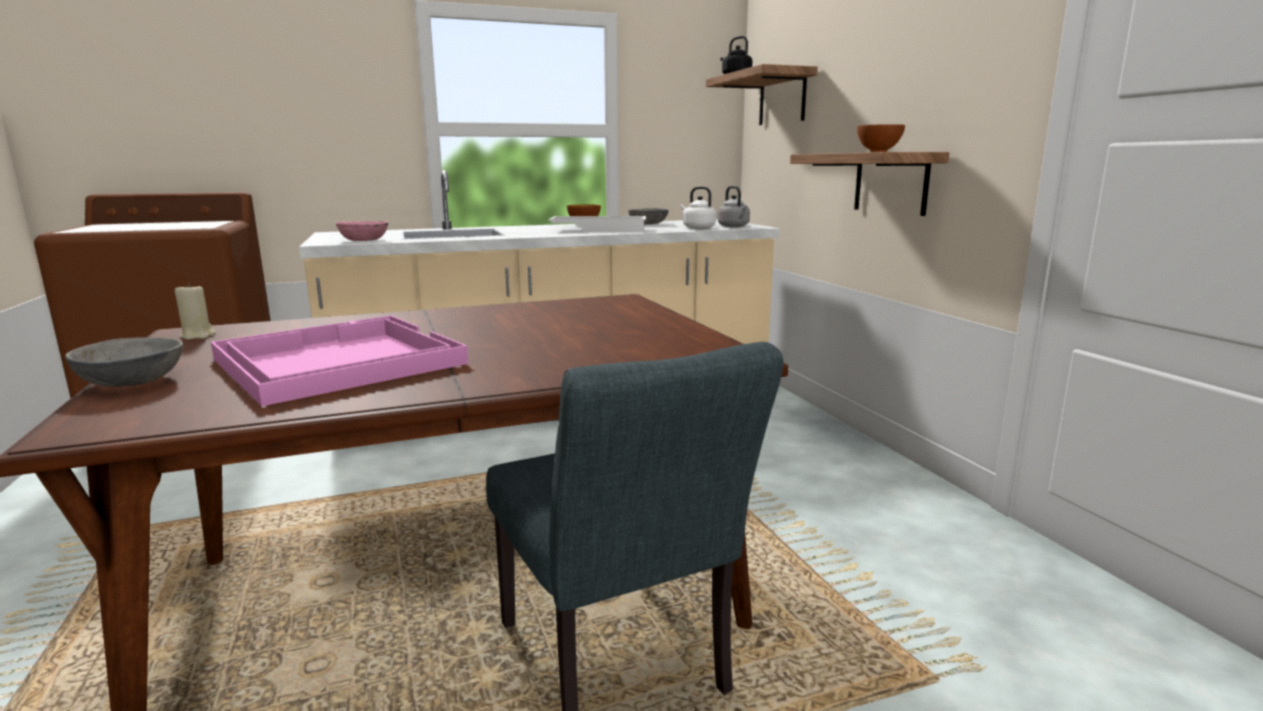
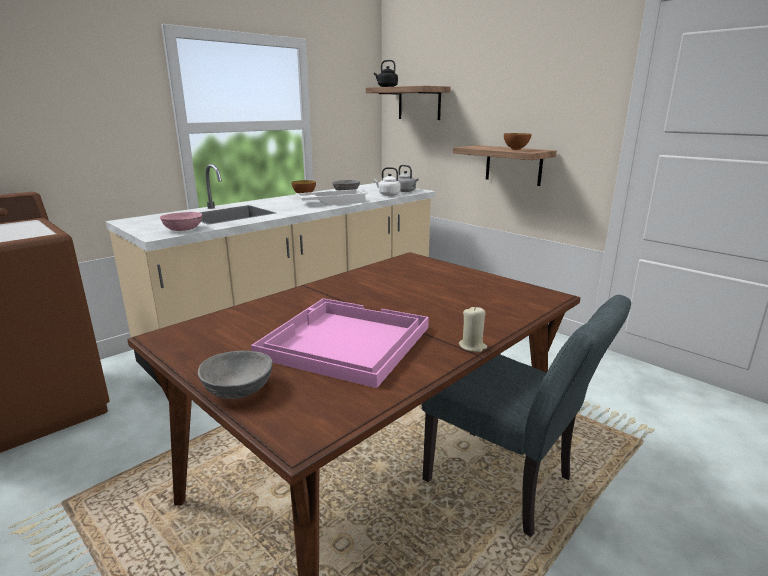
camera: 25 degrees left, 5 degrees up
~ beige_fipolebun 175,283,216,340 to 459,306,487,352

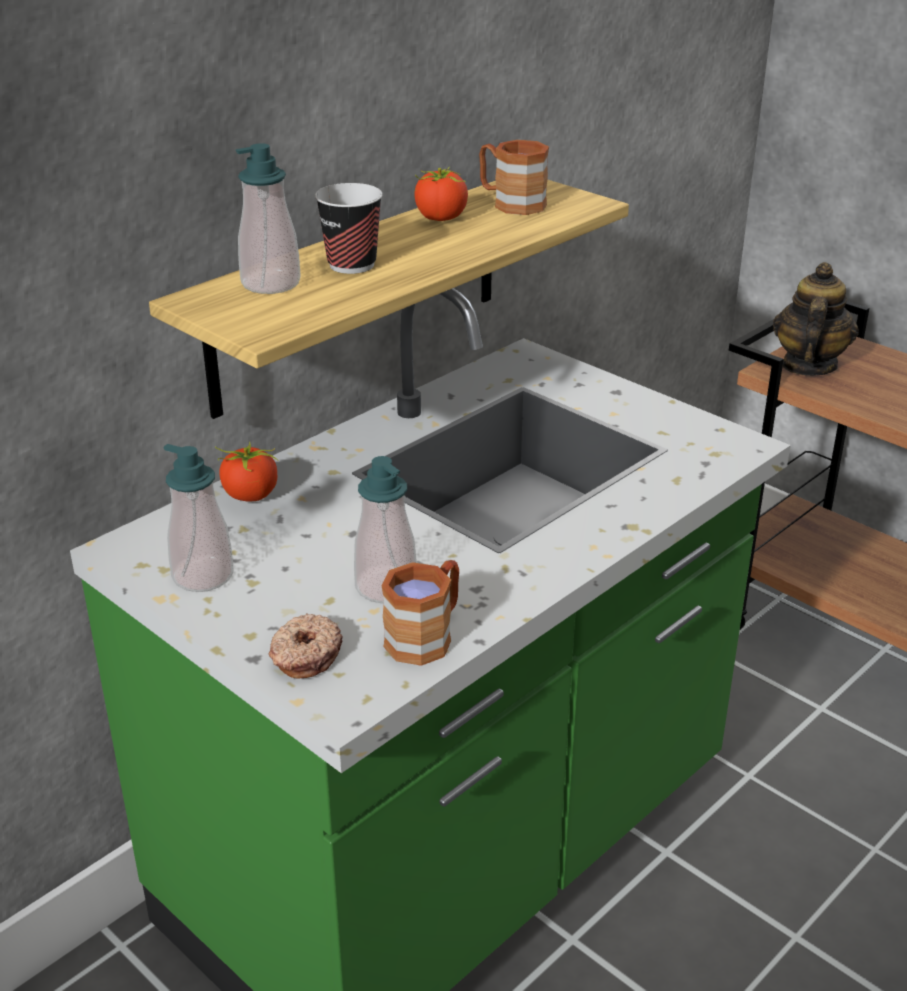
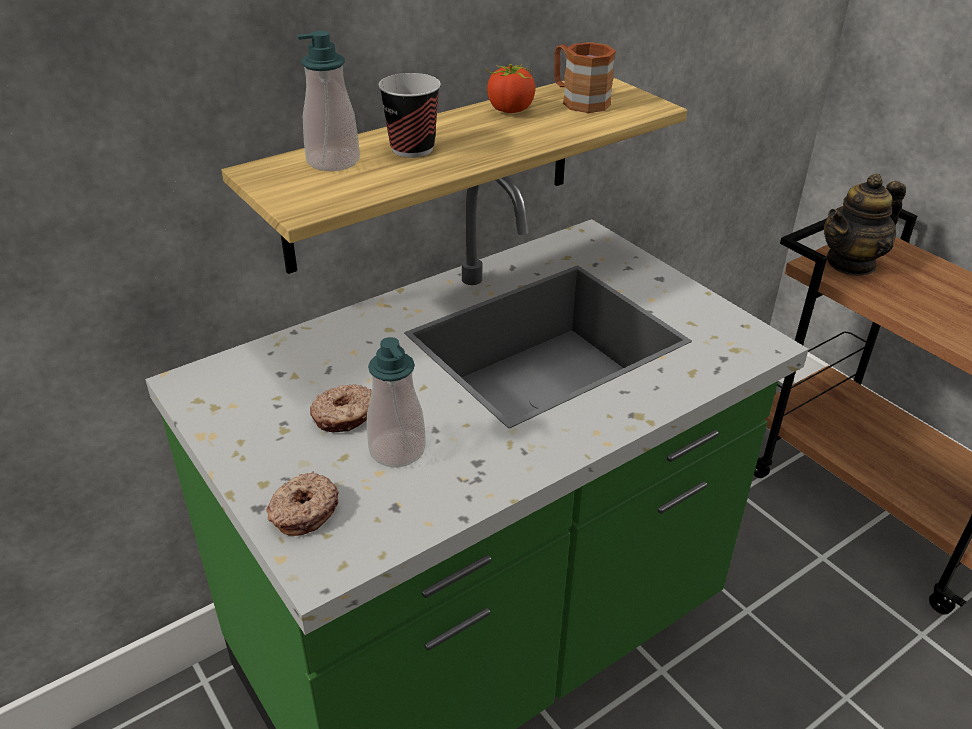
camera: 10 degrees right, 5 degrees up
- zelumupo 163,444,233,592
- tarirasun 215,442,279,502
- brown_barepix 381,560,459,666
+ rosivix 310,384,372,432
~ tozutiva 773,262,859,376 = 824,174,906,276 150 degrees counterclockwise

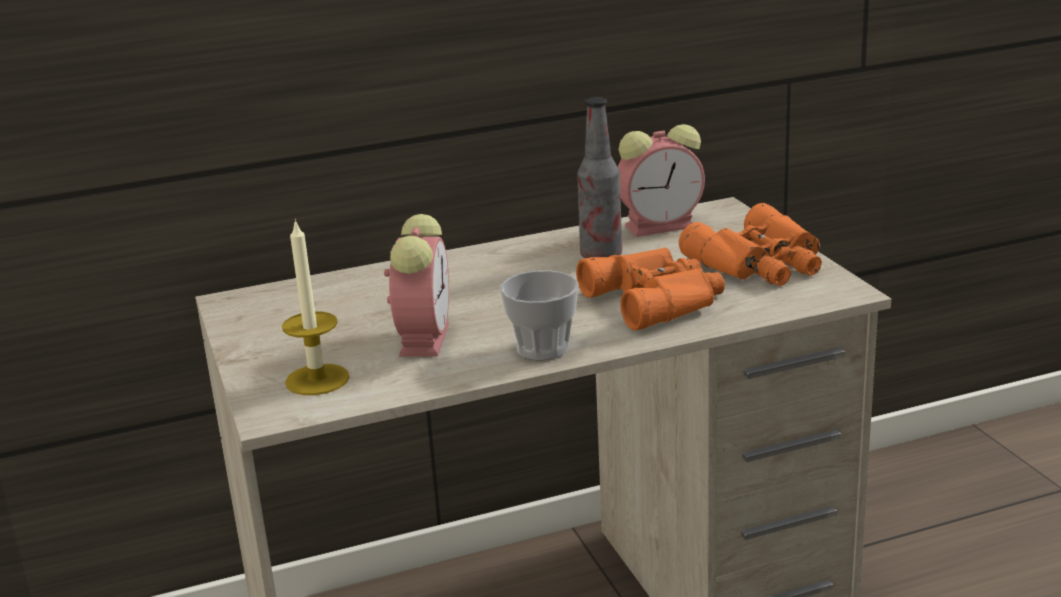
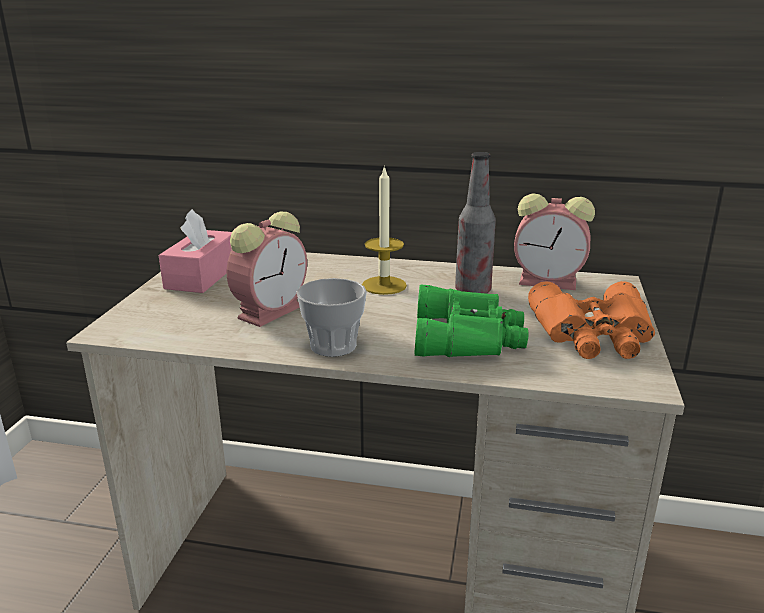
camera: 30 degrees right, 0 degrees up
+ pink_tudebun 158,209,232,293
~ fipolebun 282,219,350,395 to 362,165,407,295
~ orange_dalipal 576,247,725,331 to green_dalipal 414,284,529,357

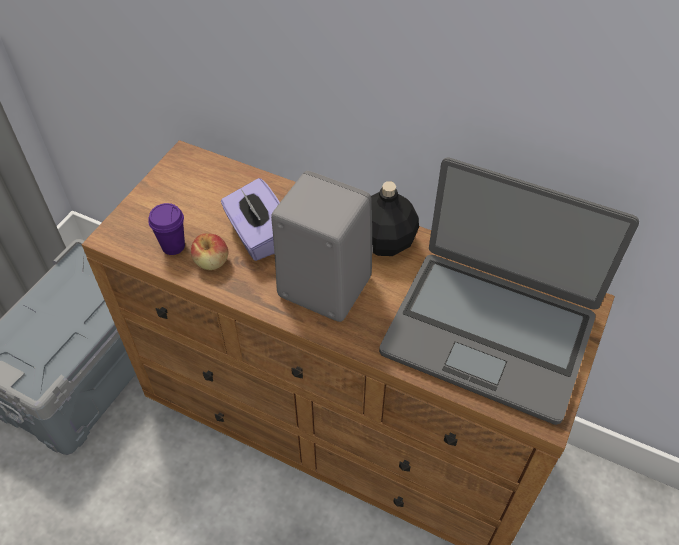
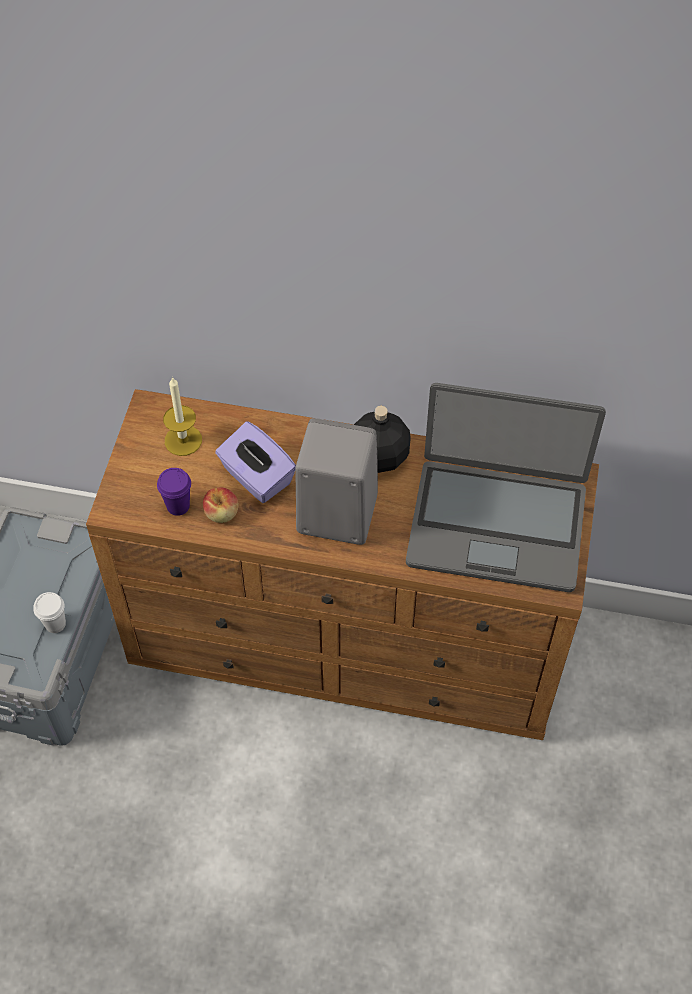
camera: 15 degrees left, 5 degrees up
+ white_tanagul 33,592,66,633
+ fipolebun 163,377,202,456

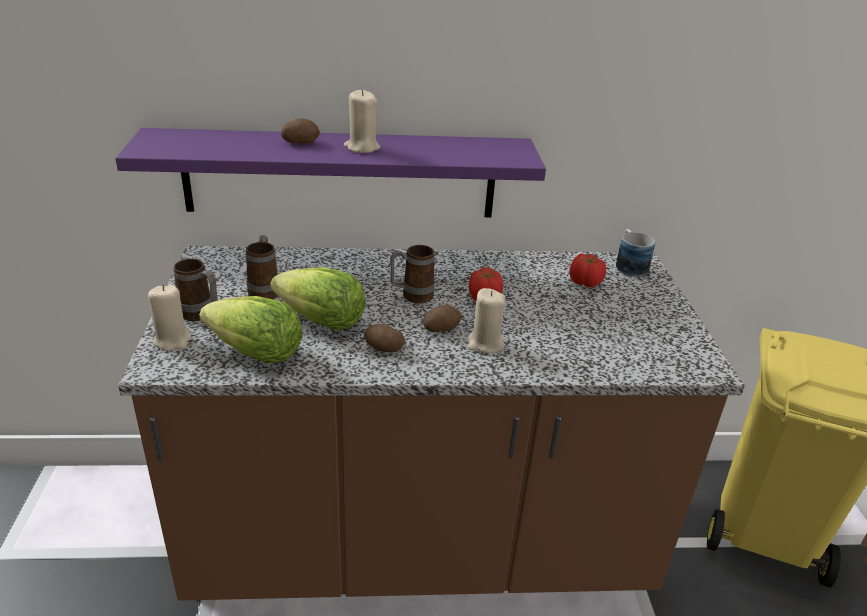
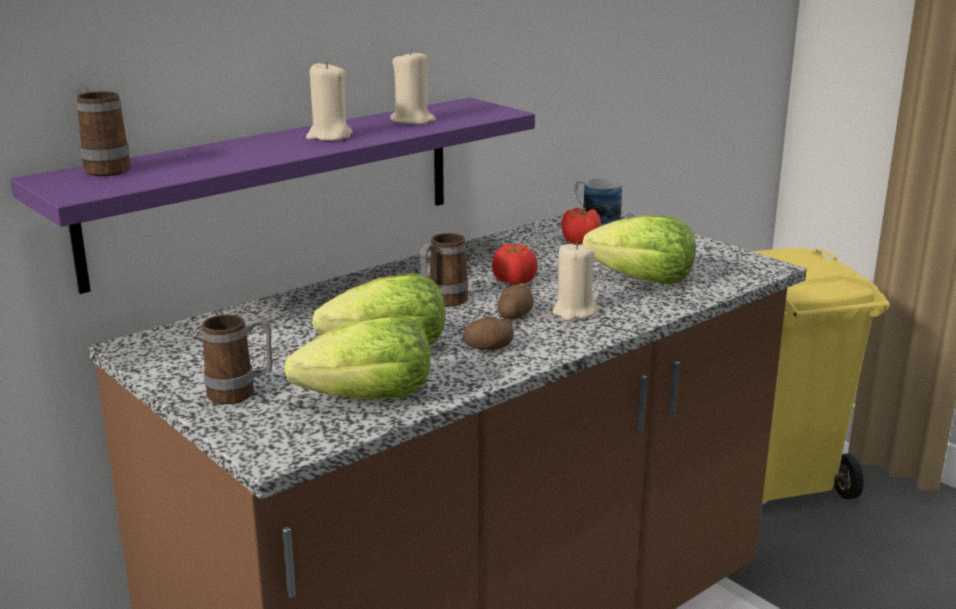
camera: 35 degrees left, 10 degrees down
- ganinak 281,118,320,144
+ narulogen 582,216,696,284
~ beige_fipolebun 148,285,192,351 to 390,49,436,125
~ barepix 246,235,278,299 to 77,87,131,176

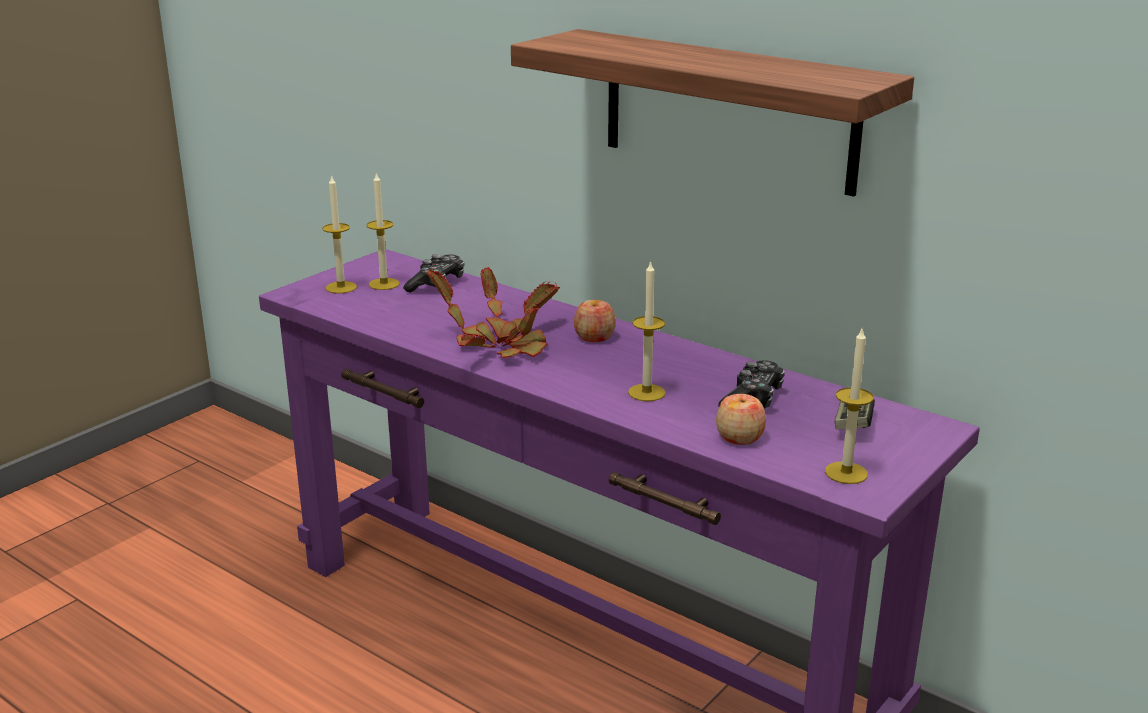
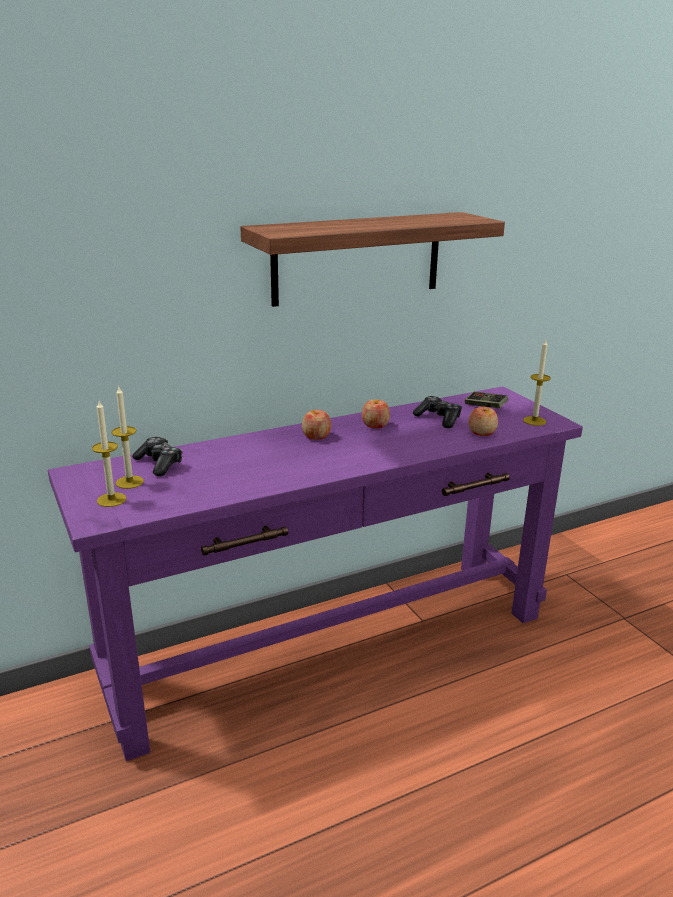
camera: 65 degrees left, 0 degrees up
- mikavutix 426,267,560,358
- fipolebun 628,260,666,401
+ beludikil 362,400,390,428

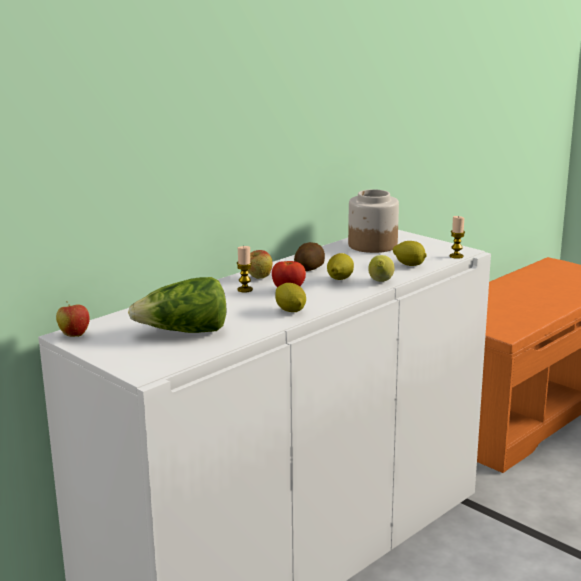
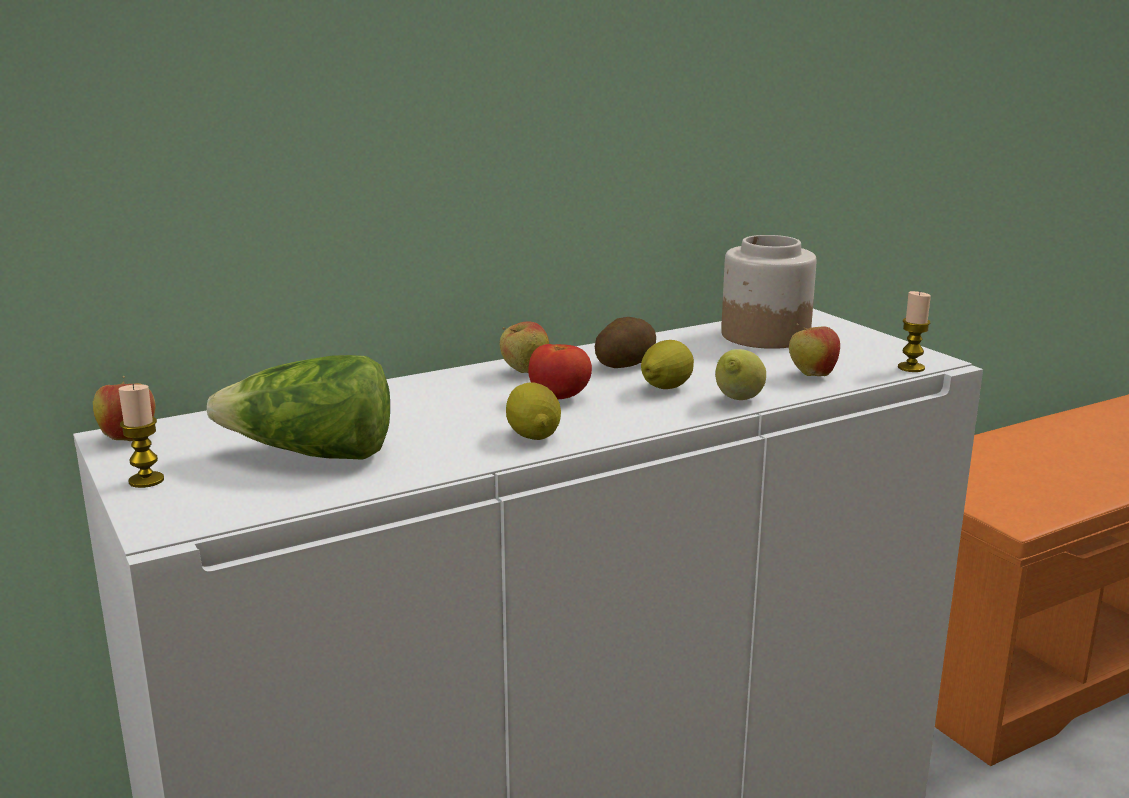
camera: 15 degrees right, 0 degrees up
~ fipolebun 237,246,253,293 to 119,384,164,488
~ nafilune 393,241,427,266 to beludikil 789,323,840,376

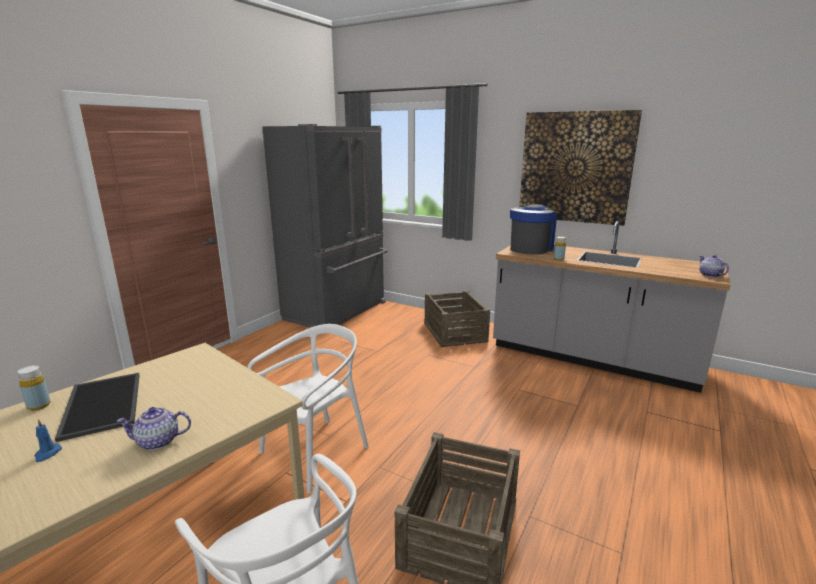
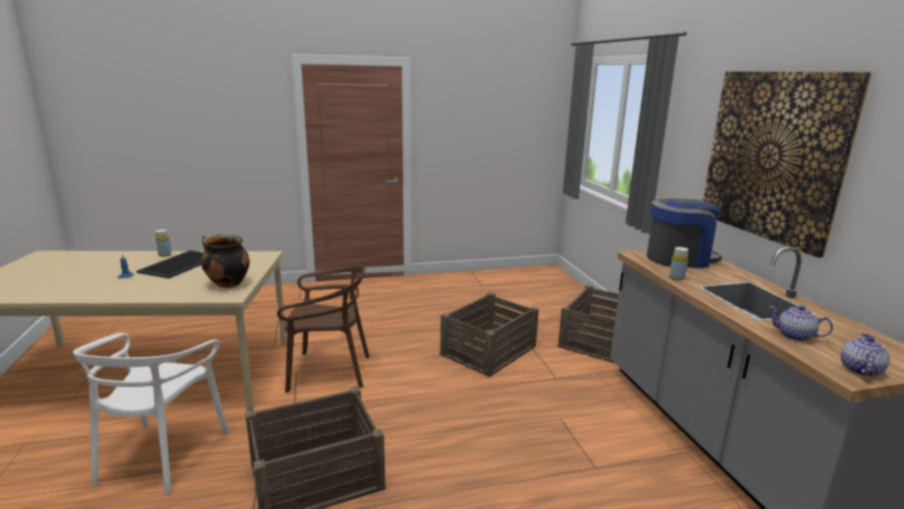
camera: 45 degrees right, 0 degrees up
- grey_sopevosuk 262,124,388,328
+ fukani 201,234,250,288
+ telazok 440,292,539,377
~ tozutiva 116,407,191,450 to 769,305,833,341
~ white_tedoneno 247,324,369,494 to brown_tedoneno 277,265,369,393

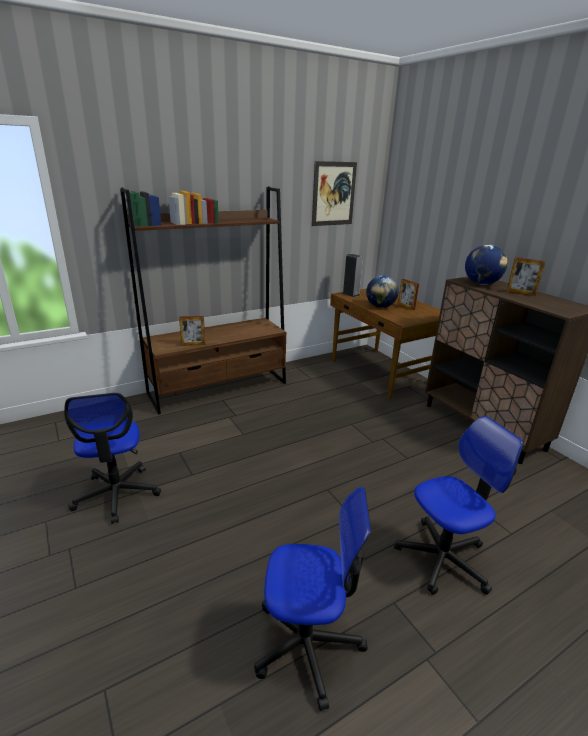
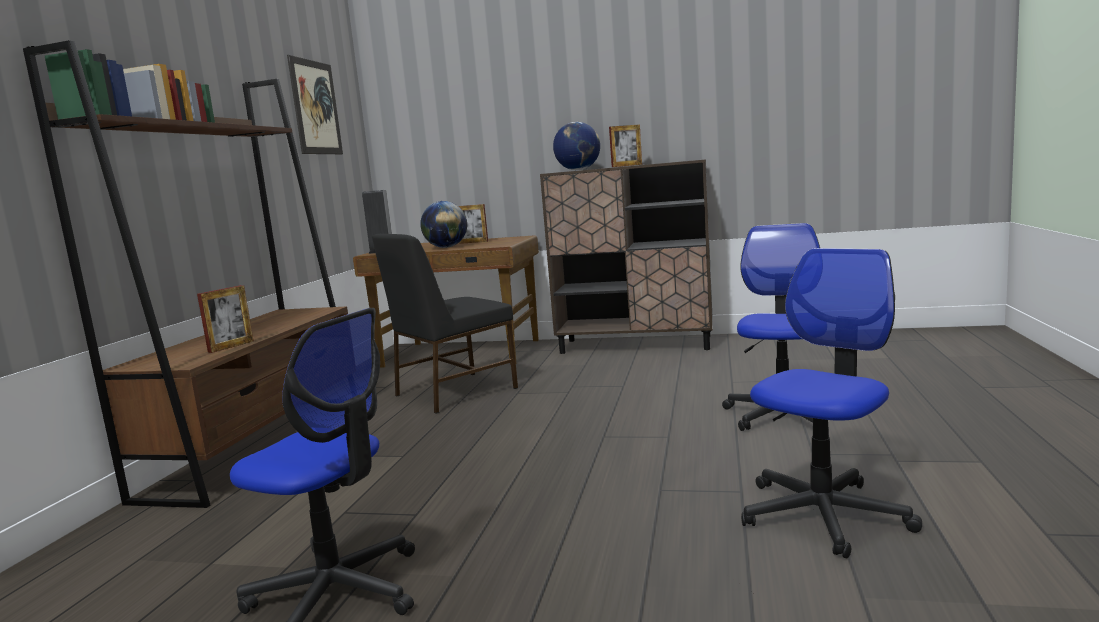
camera: 45 degrees left, 15 degrees down
+ black_tedoneno 372,234,518,414

